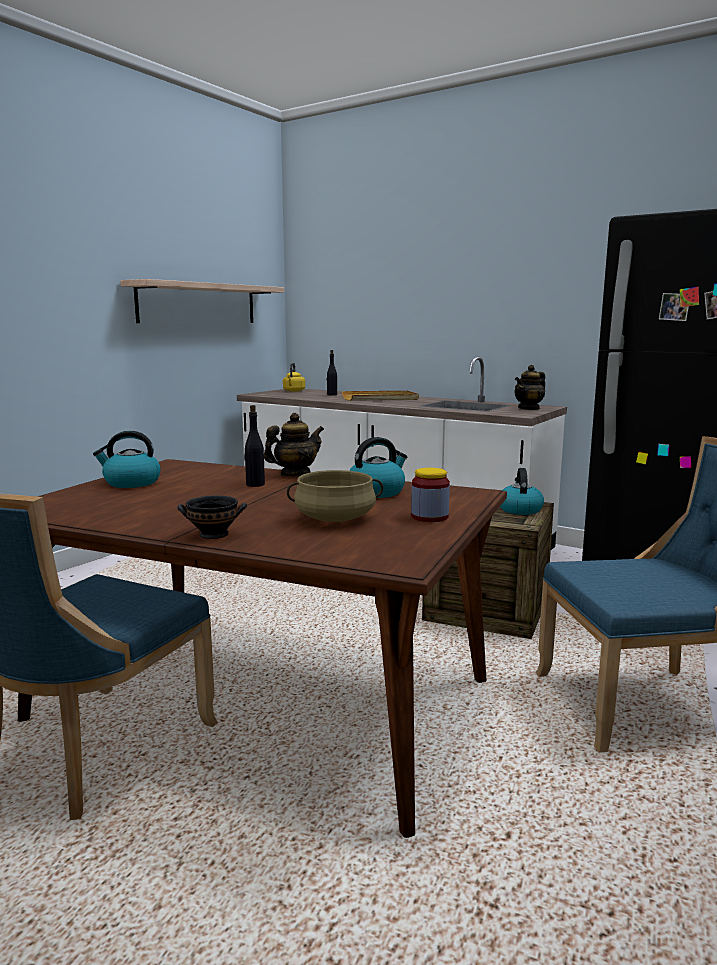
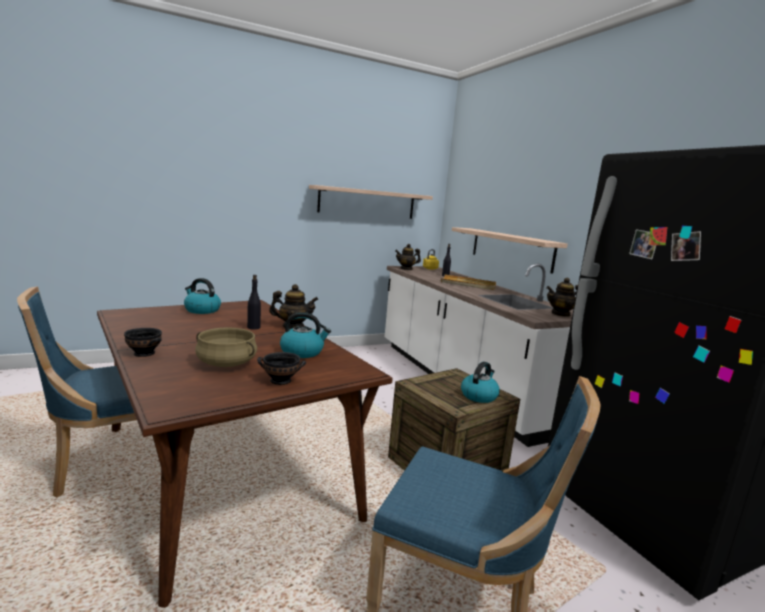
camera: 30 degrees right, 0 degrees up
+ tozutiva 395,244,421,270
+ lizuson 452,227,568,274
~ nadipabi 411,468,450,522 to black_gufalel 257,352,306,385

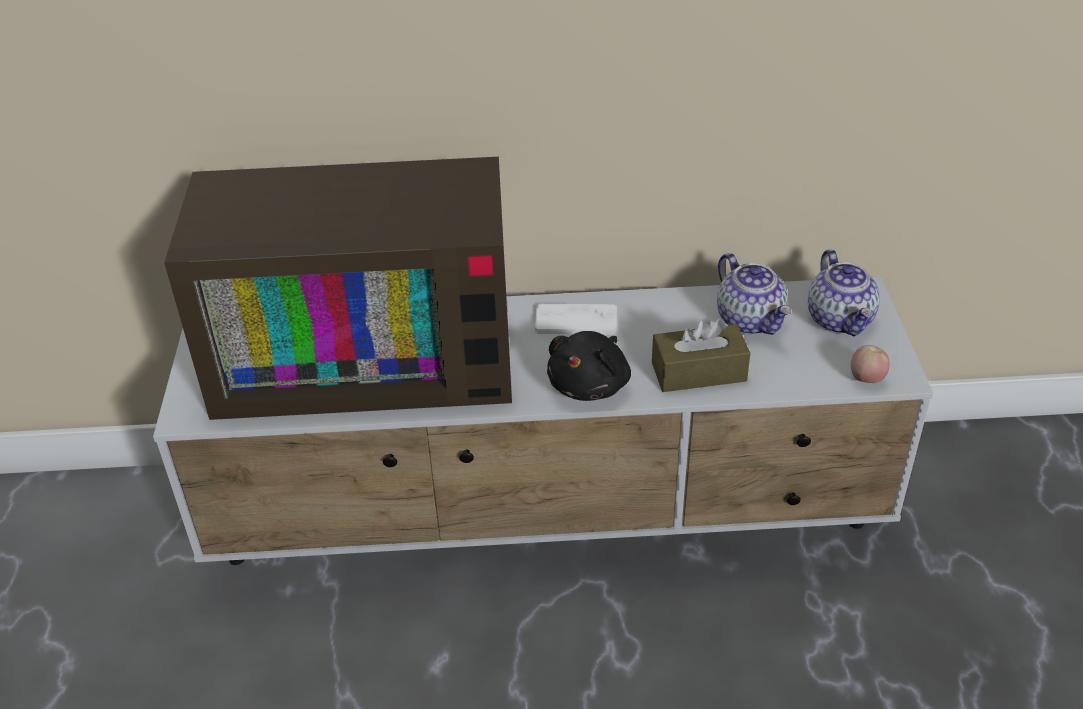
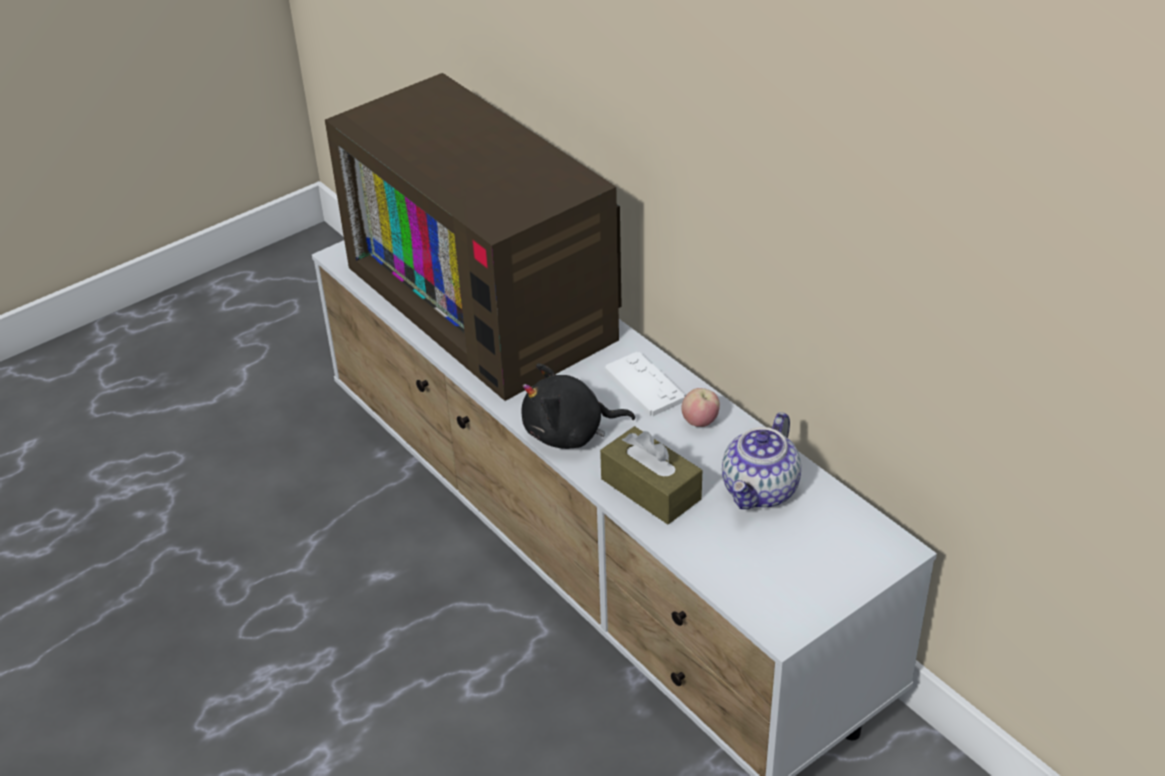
camera: 55 degrees right, 0 degrees up
- tozutiva 808,249,880,336
~ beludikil 851,345,890,383 to 681,388,720,427

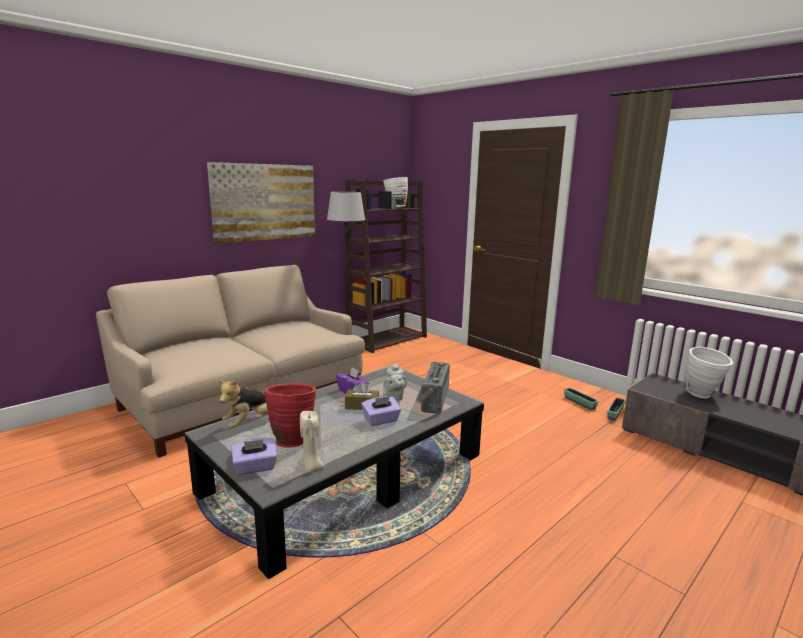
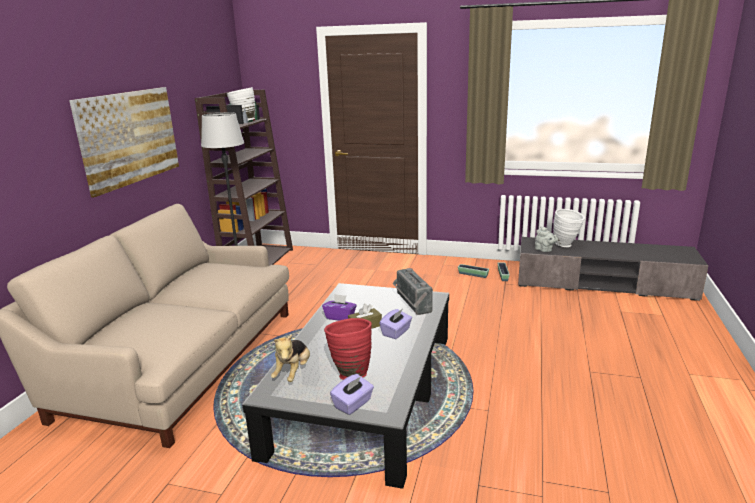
camera: 30 degrees left, 5 degrees up
- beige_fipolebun 297,411,325,472
~ grey_tozutiva 384,363,407,400 to 535,226,558,252

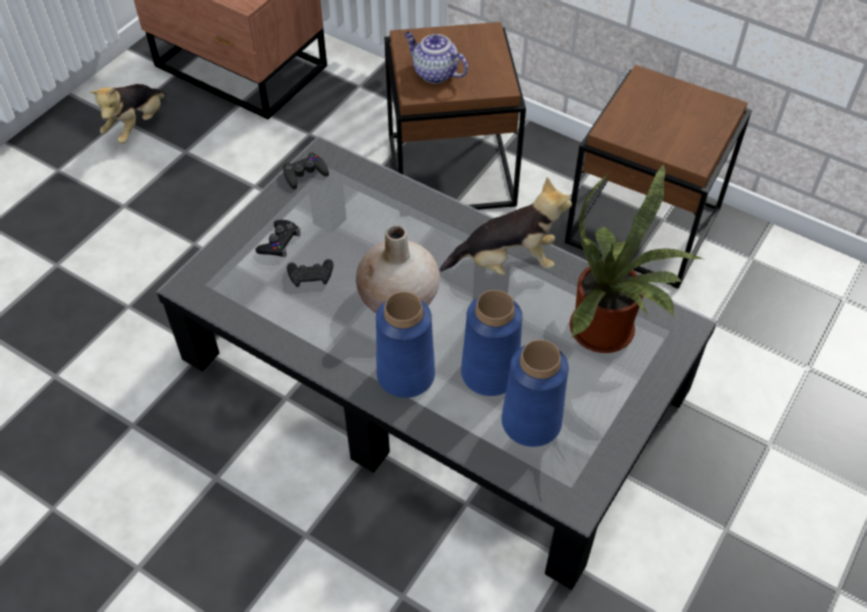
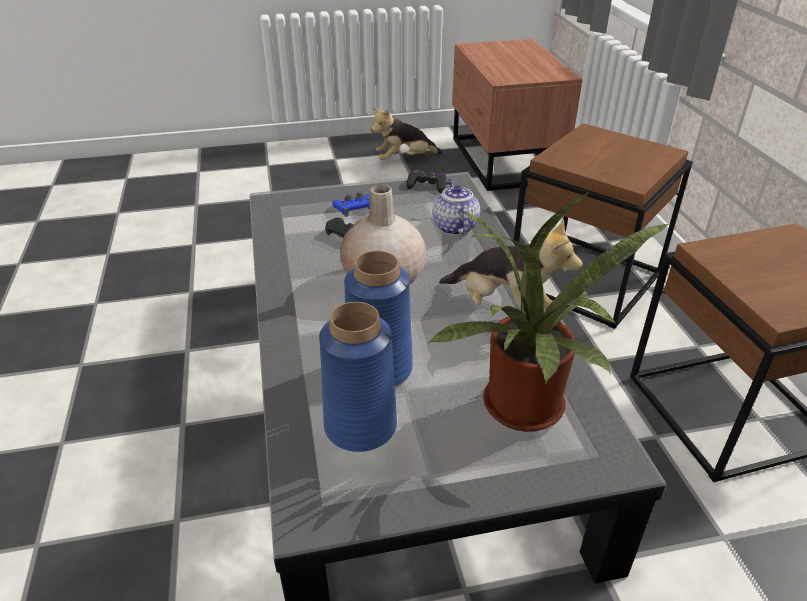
camera: 45 degrees right, 15 degrees down
- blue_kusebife 376,292,435,398
~ tozutiva 404,32,468,84 to 432,180,480,235
~ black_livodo 255,220,301,257 to blue_livodo 332,192,370,217

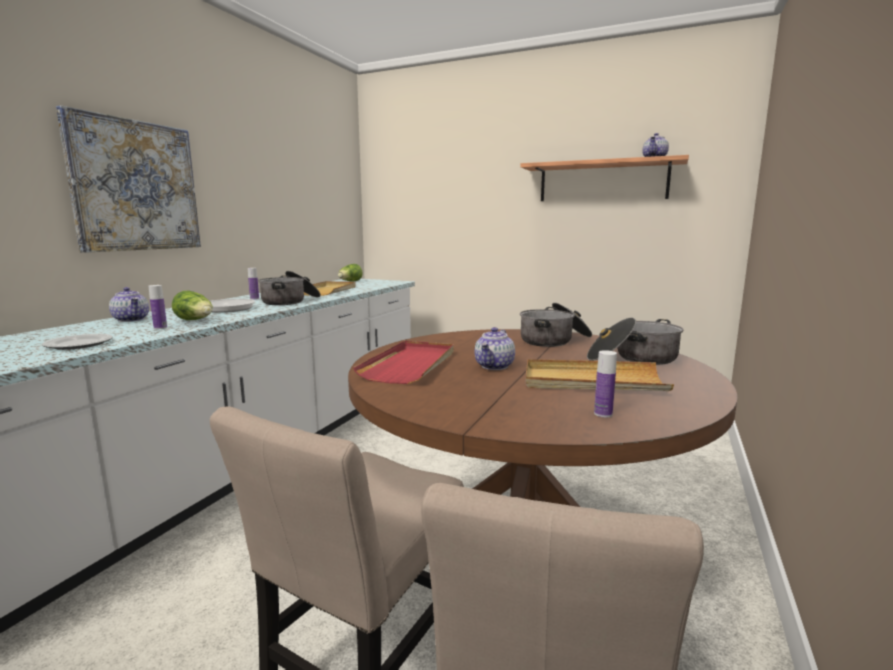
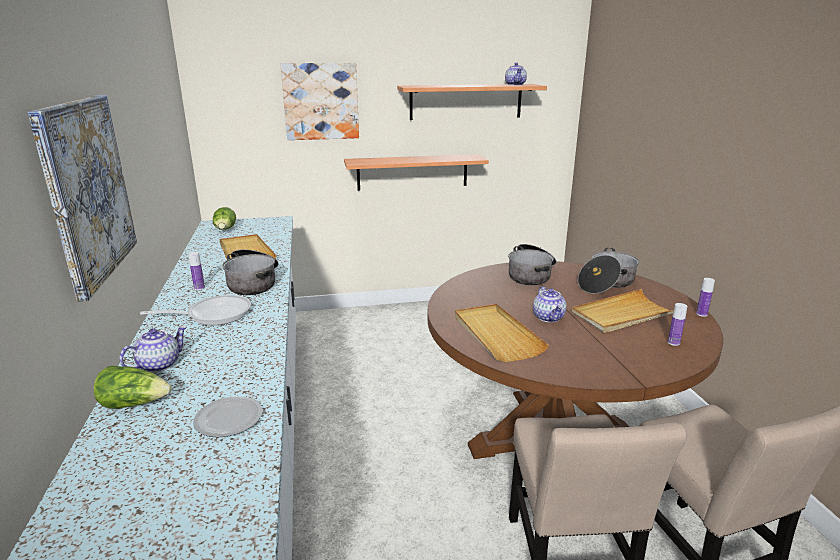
camera: 35 degrees left, 10 degrees up
+ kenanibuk 280,63,359,140
+ lizuson 344,154,489,191
~ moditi 148,285,167,329 to 696,278,715,317
~ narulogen 172,291,213,320 to 94,366,171,409
~ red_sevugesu 353,341,454,384 to beige_sevugesu 455,304,549,362
~ tozutiva 109,287,149,322 = 119,326,187,372 60 degrees counterclockwise

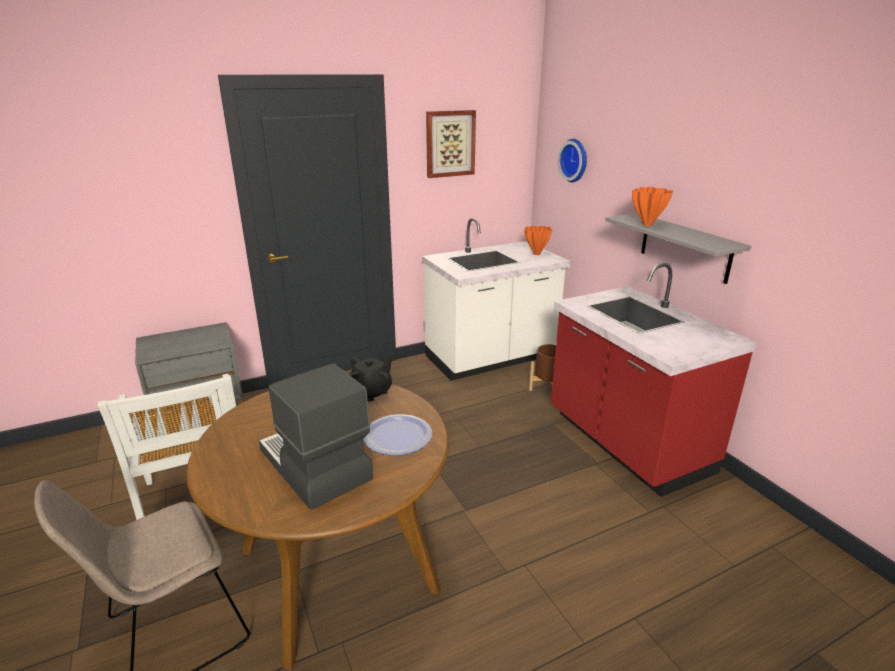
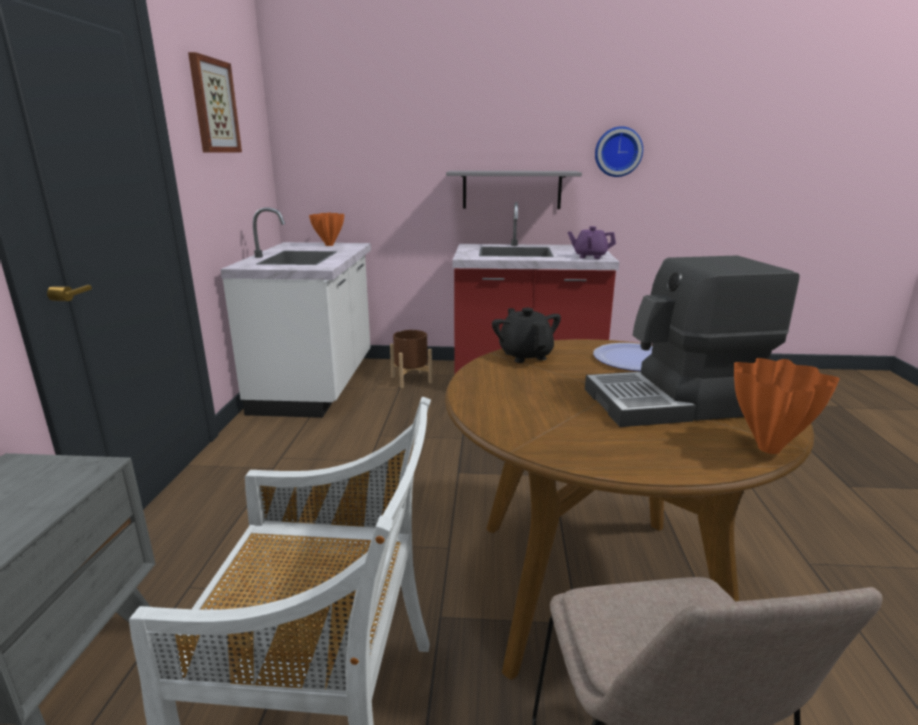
camera: 60 degrees left, 5 degrees down
+ purple_tozutiva 568,226,616,259
~ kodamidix 558,139,587,182 to 595,126,643,177
~ orange_kusebife 632,187,673,226 to 734,358,840,454

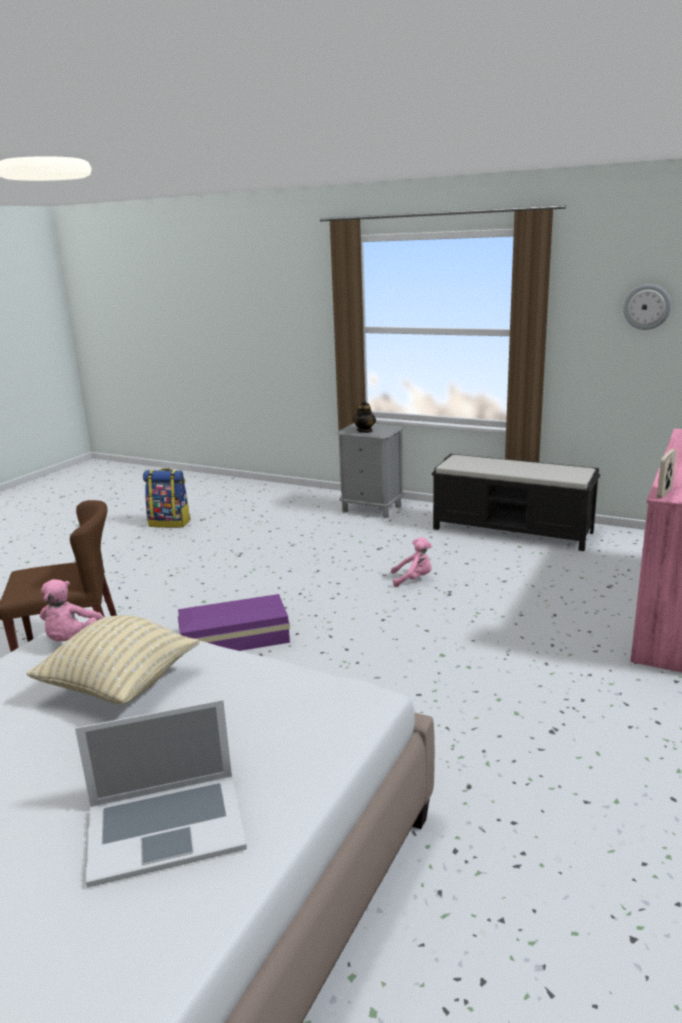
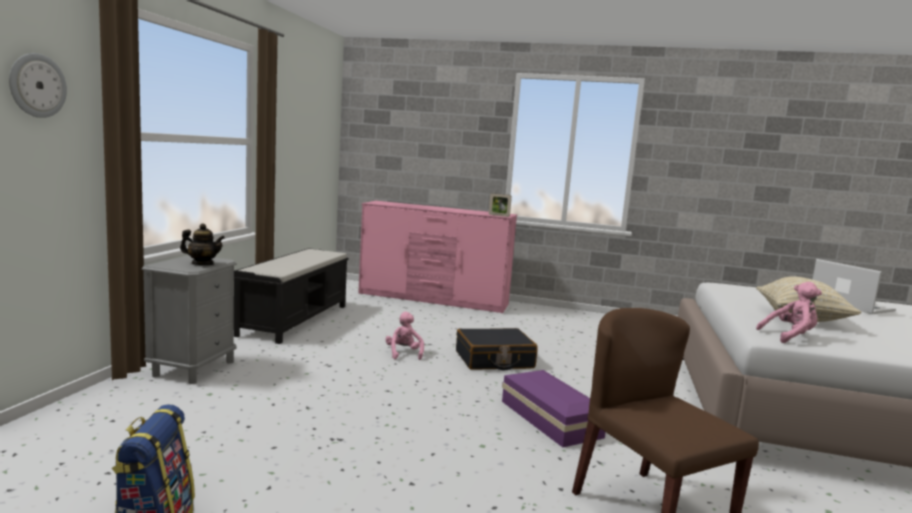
camera: 105 degrees left, 10 degrees down
+ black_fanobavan 456,328,538,370
~ kodamidix 623,284,671,330 to 9,53,67,118

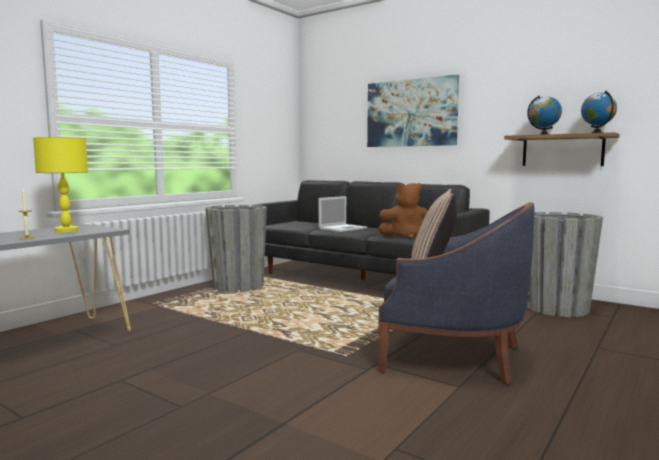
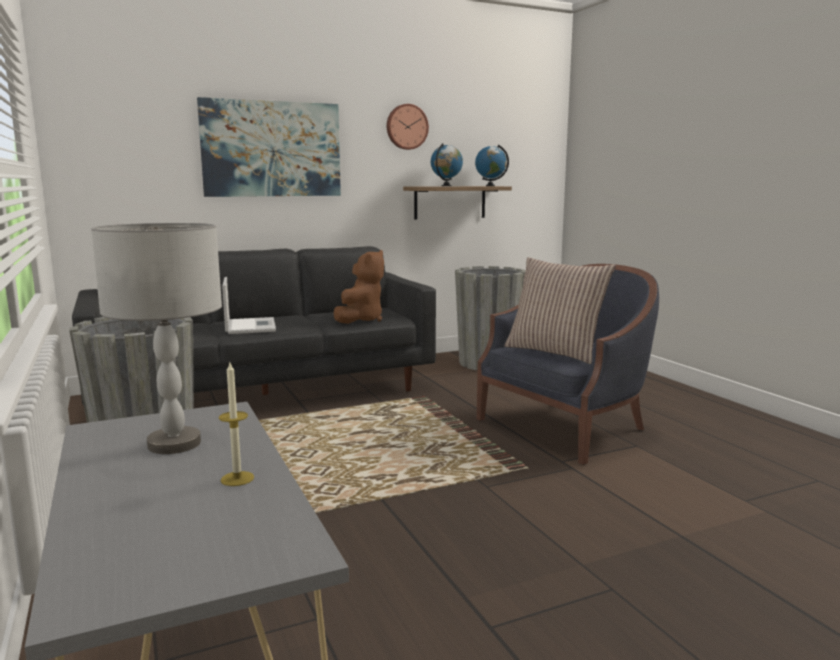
camera: 60 degrees left, 5 degrees up
+ kodamidix 387,104,429,150
~ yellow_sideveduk 33,137,88,233 to grey_sideveduk 91,223,222,454

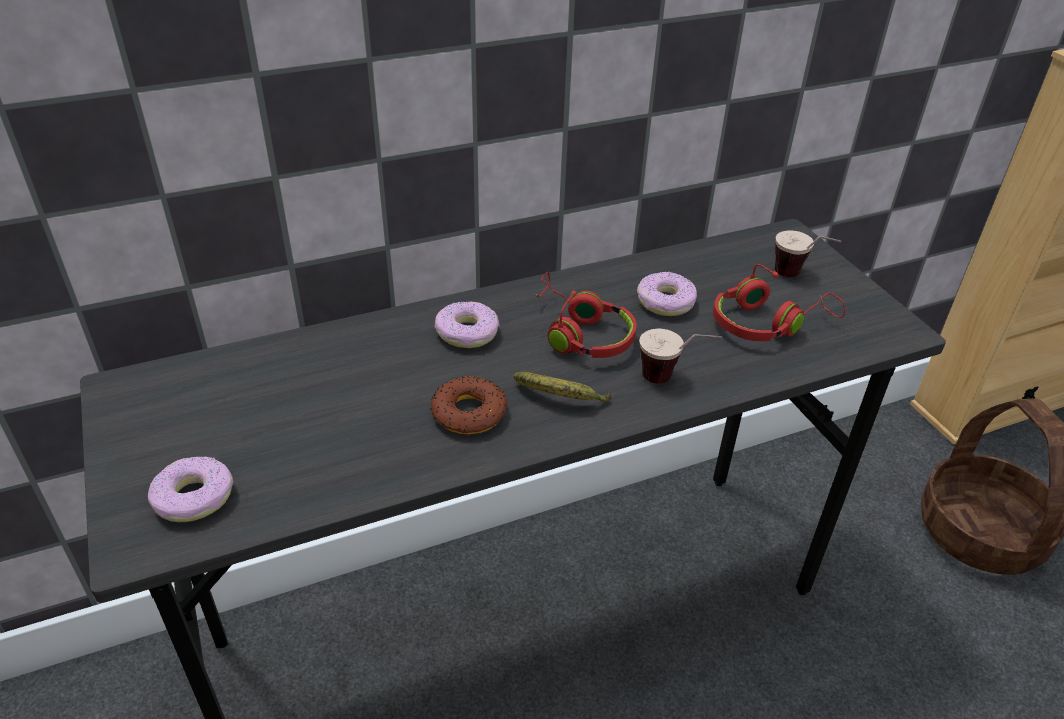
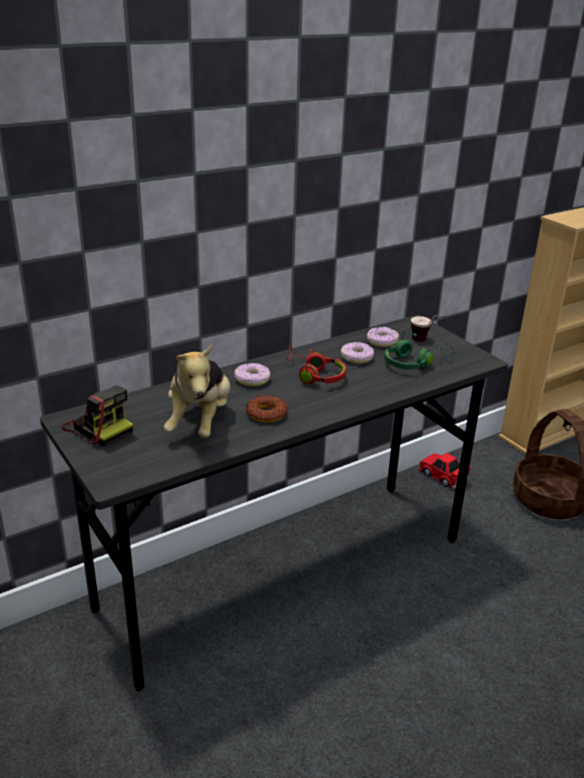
camera: 10 degrees left, 10 degrees down
- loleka 514,372,612,402
- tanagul 639,329,723,384
+ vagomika 61,385,133,447
+ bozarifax 164,344,230,438
+ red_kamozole 418,453,472,489
~ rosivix 148,457,233,522 to 366,327,399,347
~ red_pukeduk 713,264,845,341 to green_pukeduk 384,331,454,370

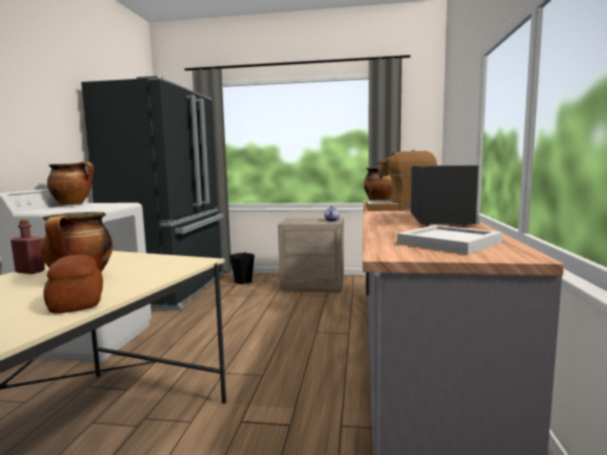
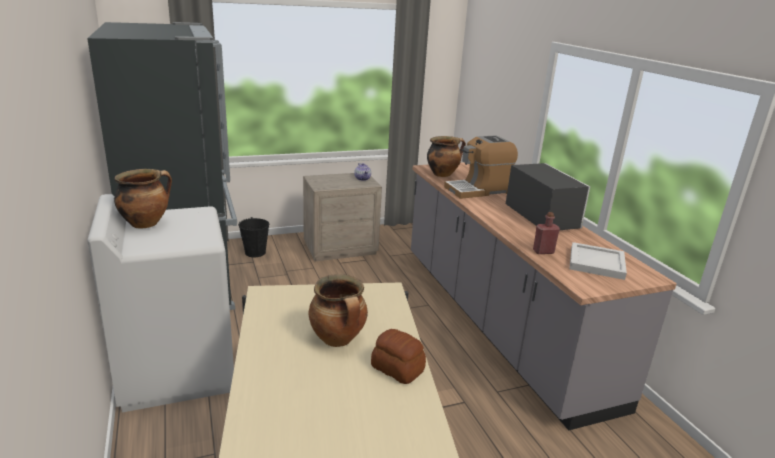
camera: 30 degrees left, 15 degrees up
~ red_moditi 11,220,45,274 to 533,212,560,254

